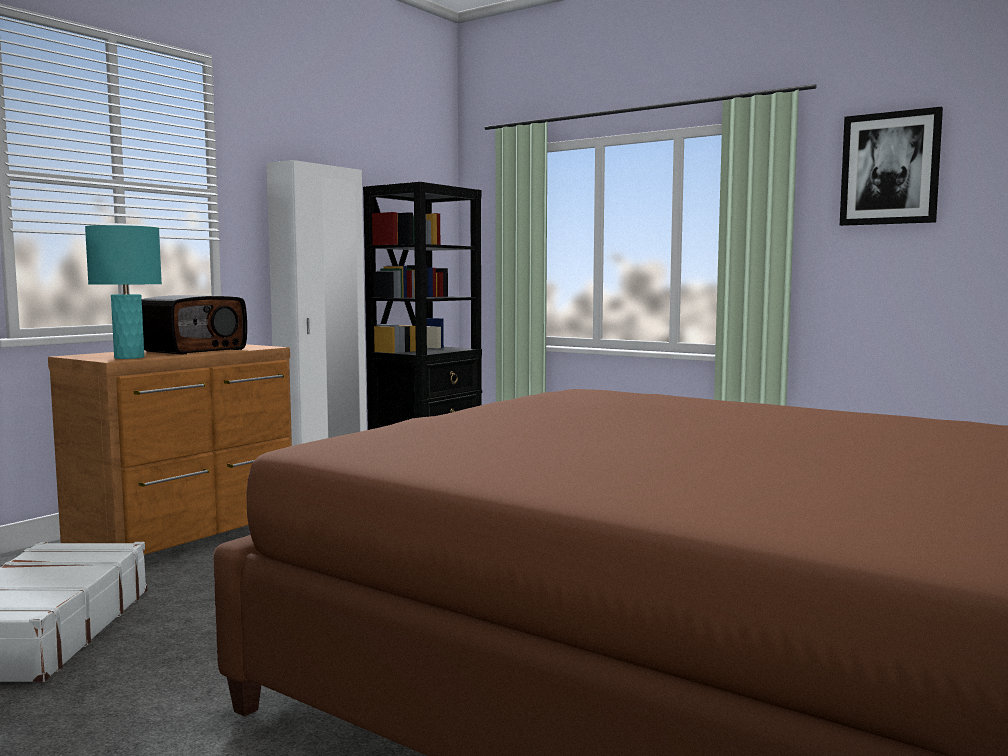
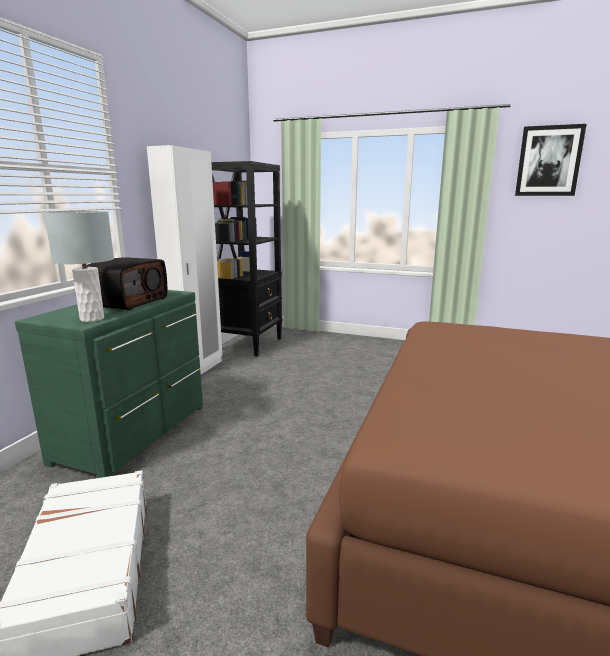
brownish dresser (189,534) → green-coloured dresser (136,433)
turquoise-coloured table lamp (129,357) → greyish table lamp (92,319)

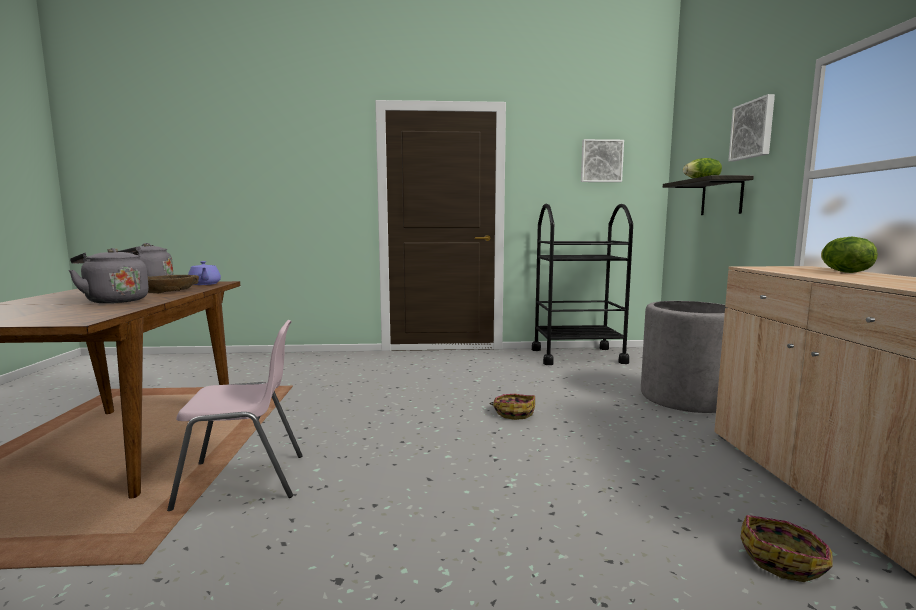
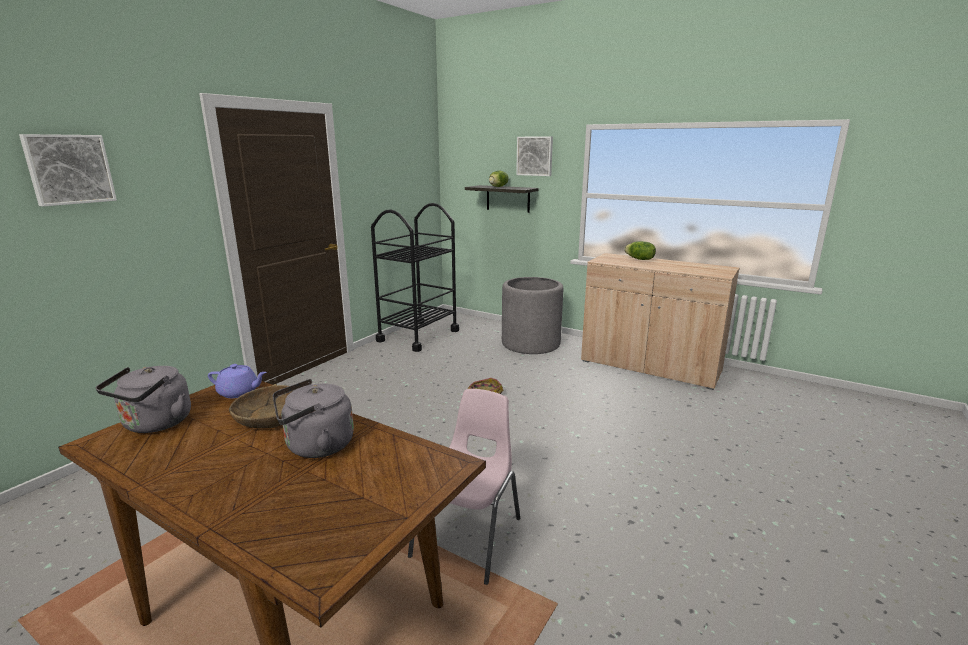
wall art (601,161) → wall art (69,169), move
basket (783,559) → -

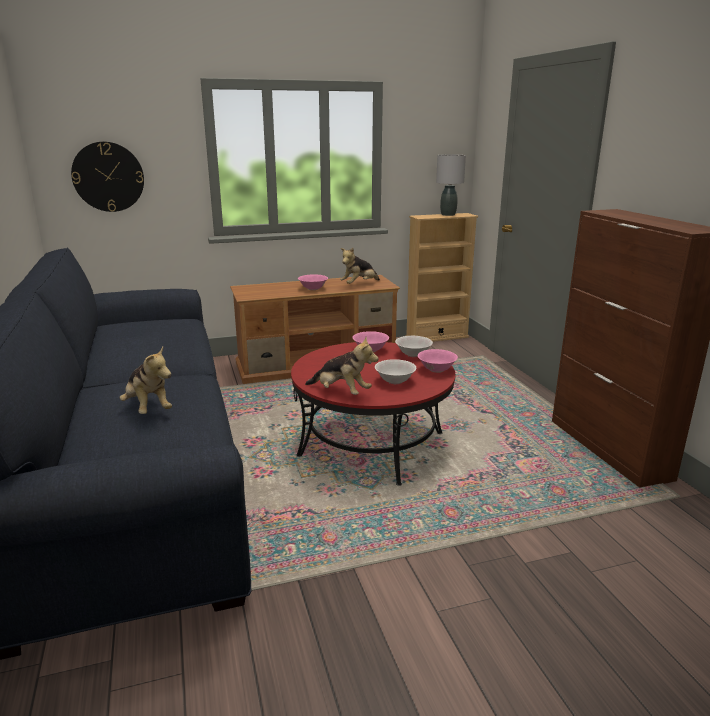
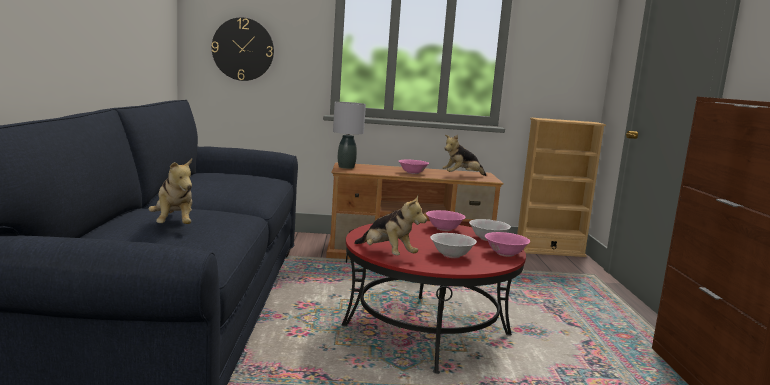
greyish table lamp (448,214) → greyish table lamp (346,167), move

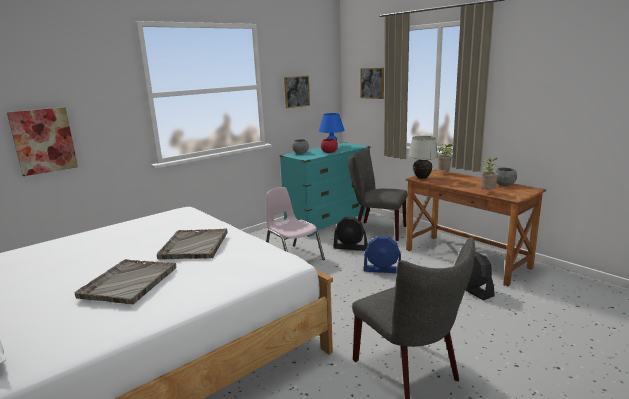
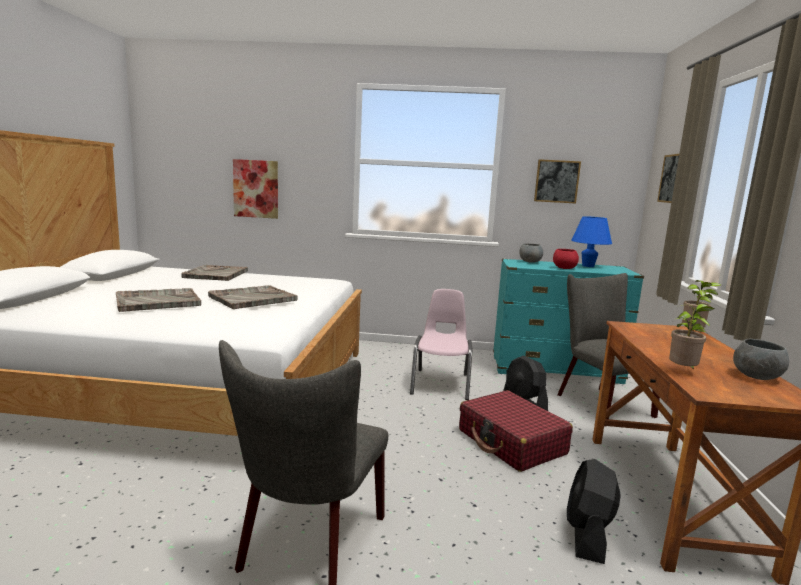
- → greyish tray (215,274)
bluish fan (382,269) → red travel case (511,442)
white table lamp (422,178) → -

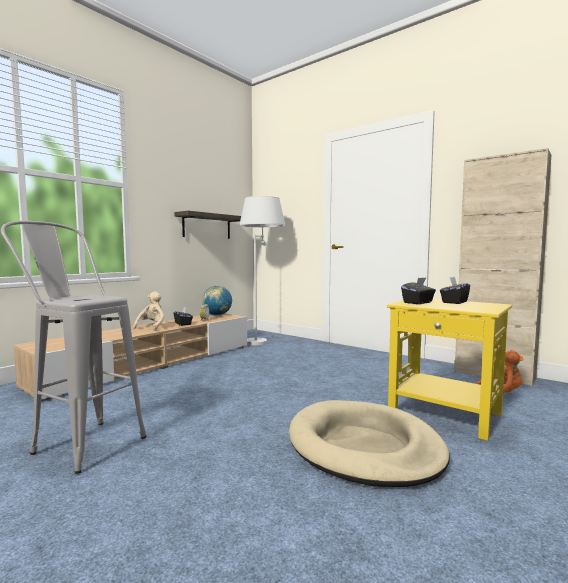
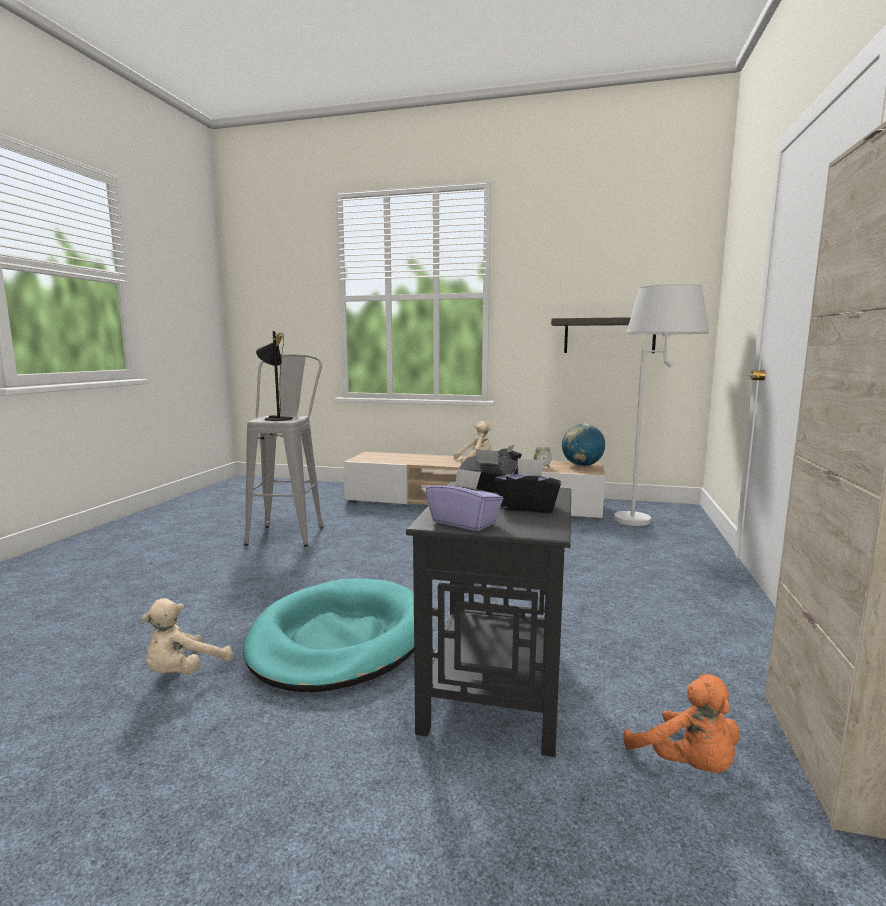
- → beige-coloured soft toy (184,673)
beige-coloured dog bed (364,447) → turquoise-coloured dog bed (339,639)
- → black table lamp (276,418)
yellow-coloured accent table (446,414) → black accent table (494,693)
- → purple tissue holder (464,522)

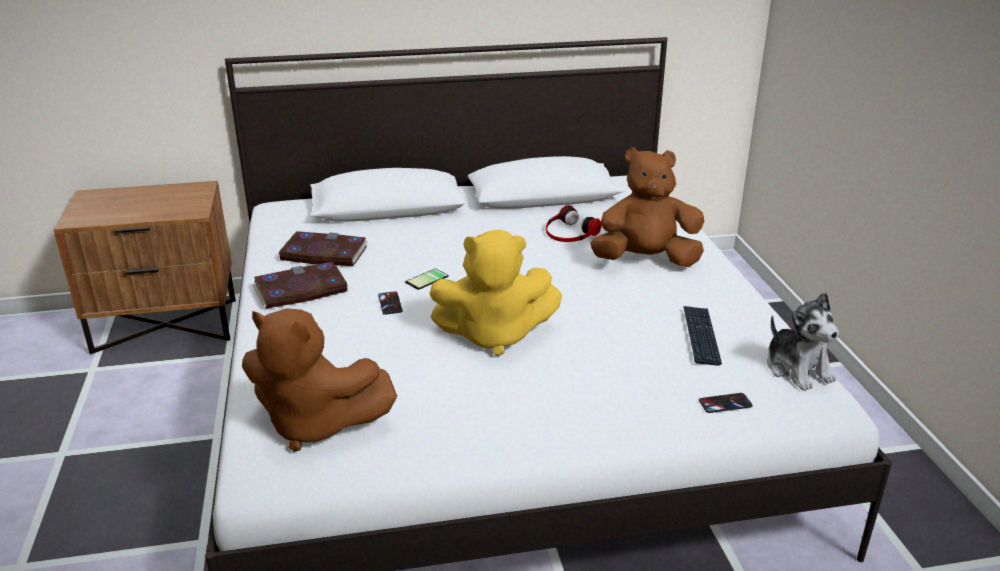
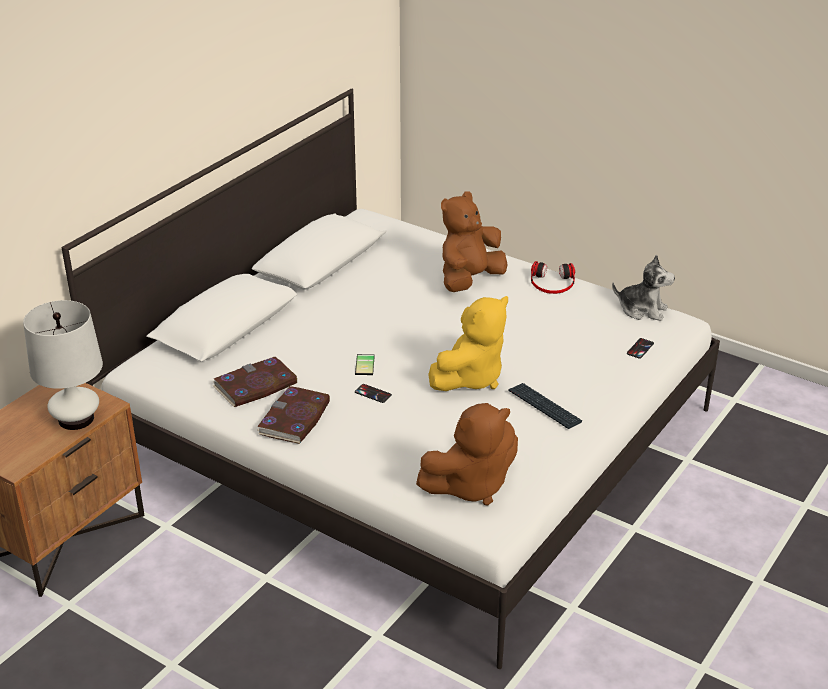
- → white table lamp (76,419)
PC keyboard (701,336) → PC keyboard (544,407), move
pair of headphones (569,232) → pair of headphones (552,283), move

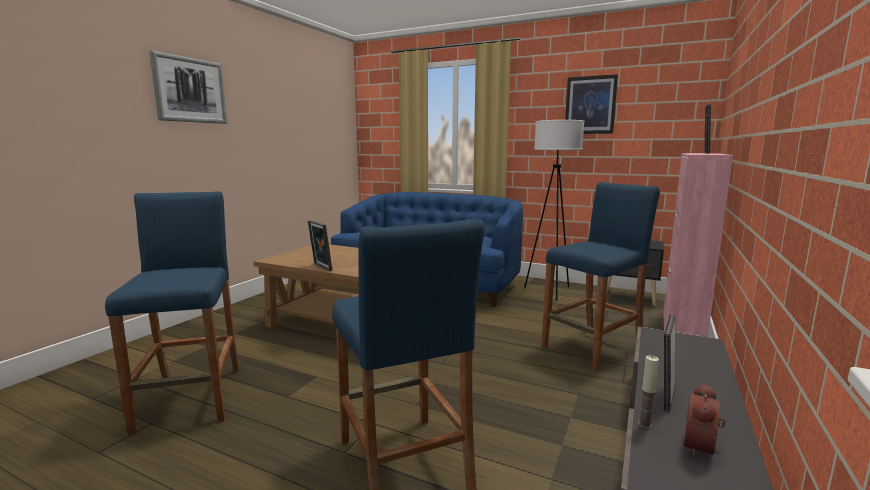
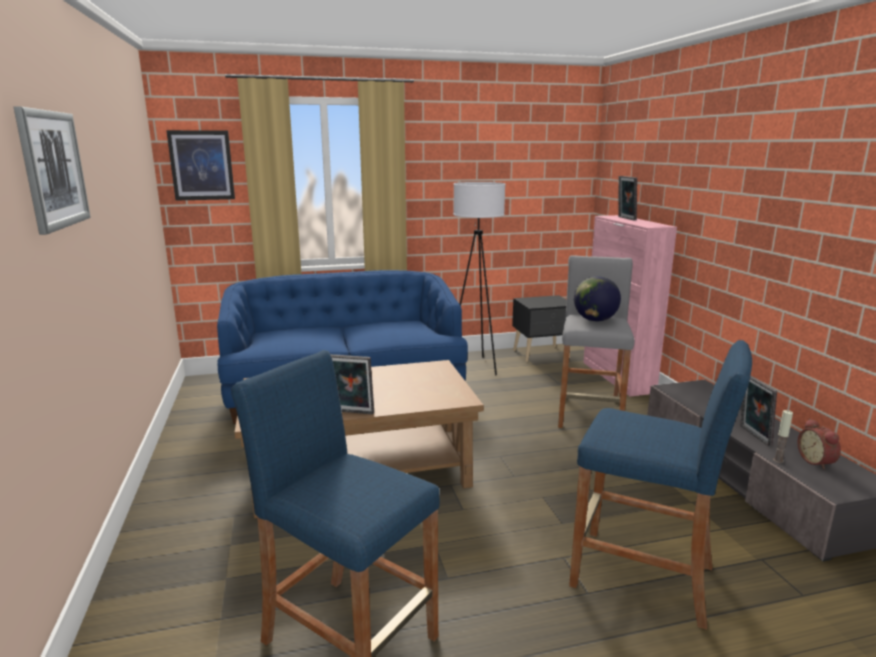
wall art (590,105) → wall art (201,165), move
bluish stool seat (592,347) → greyish stool seat (589,413)
- → desk globe (594,320)

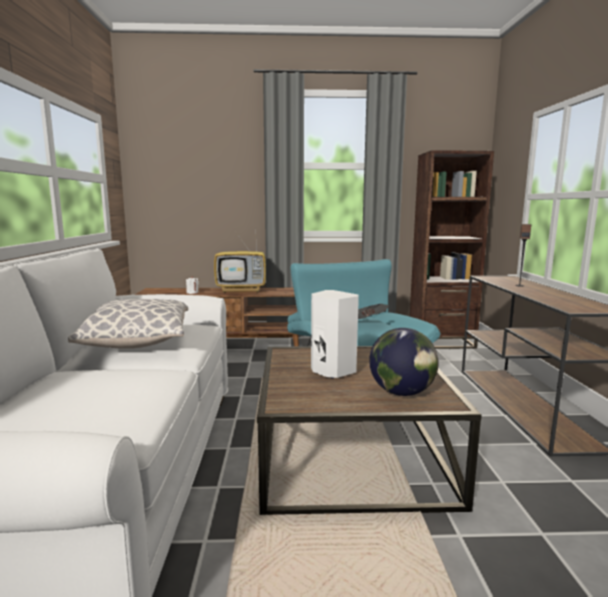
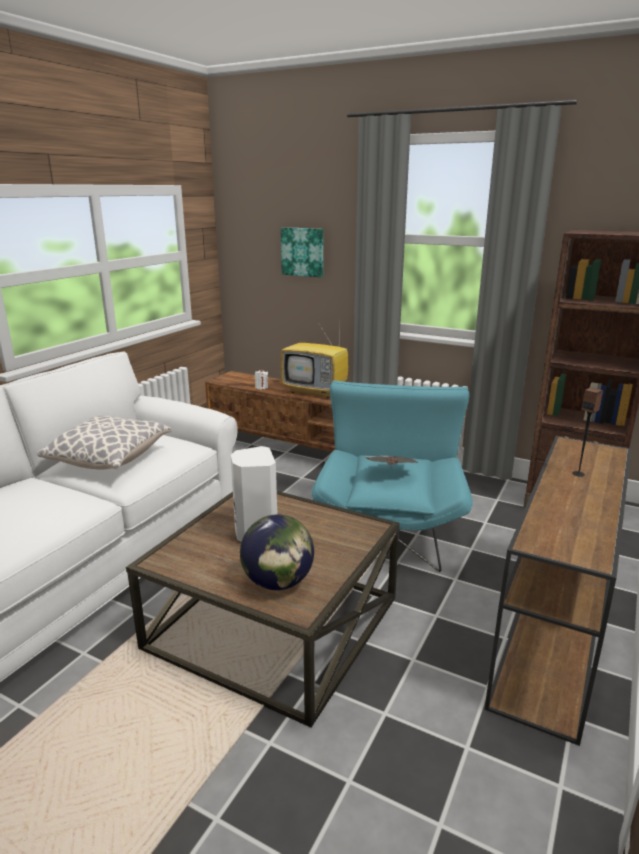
- → wall art (303,252)

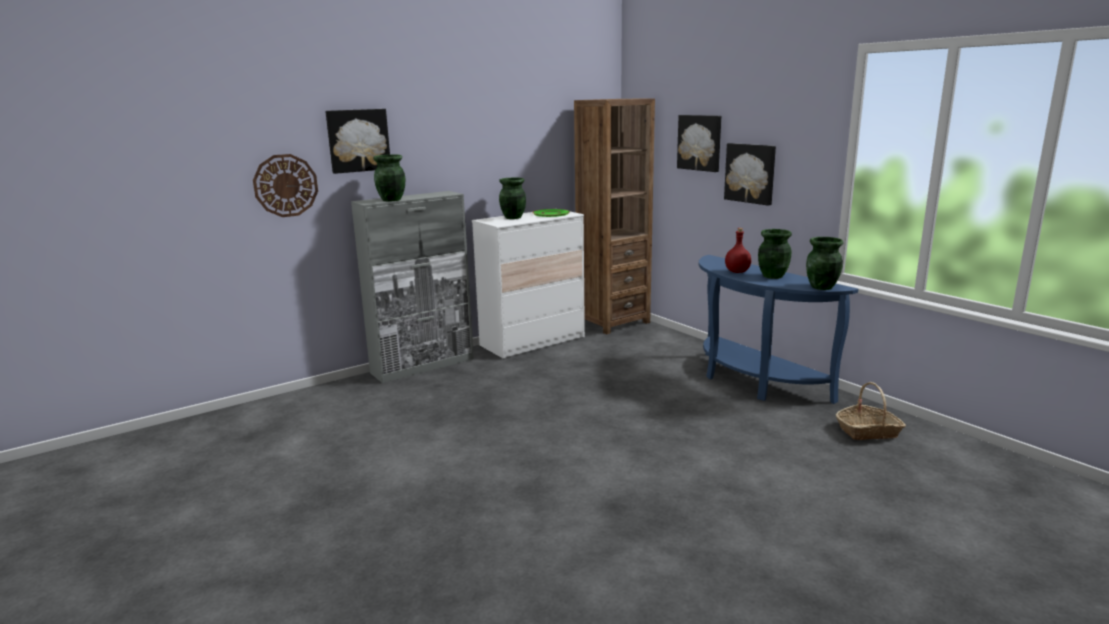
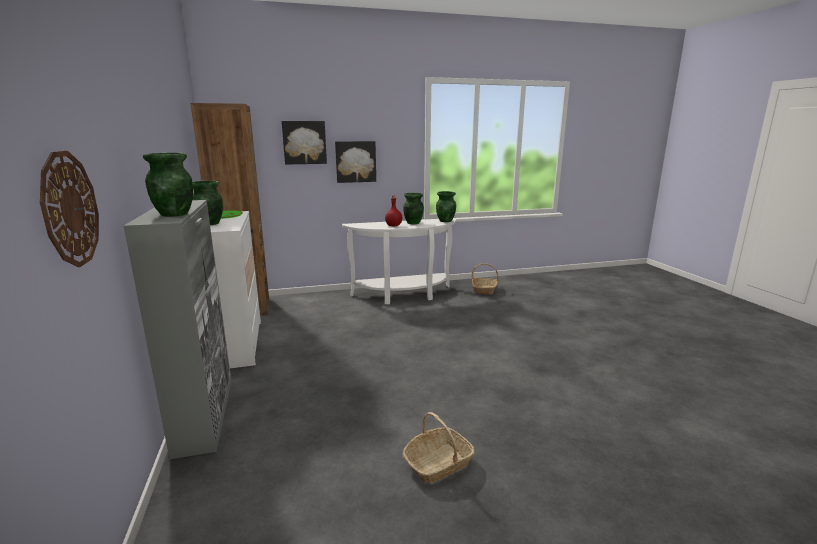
bluish console table (752,381) → white console table (404,295)
- → basket (438,463)
wall art (358,140) → -

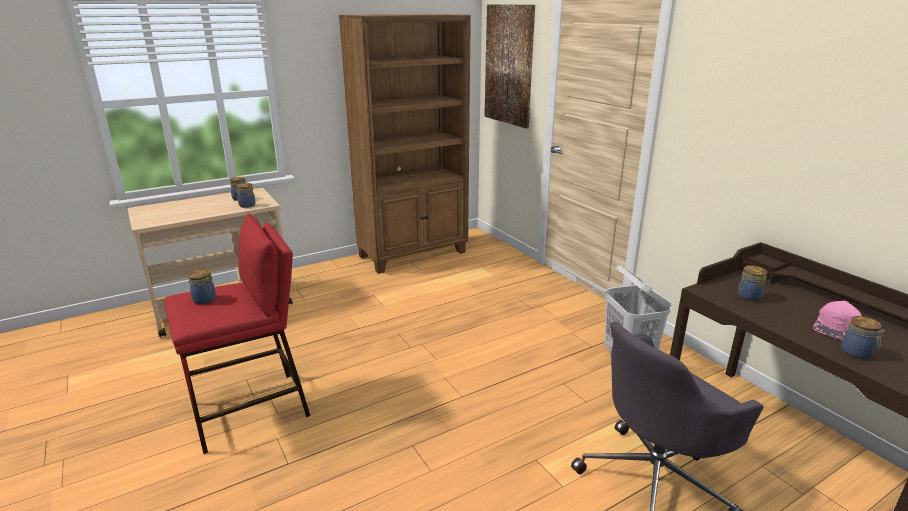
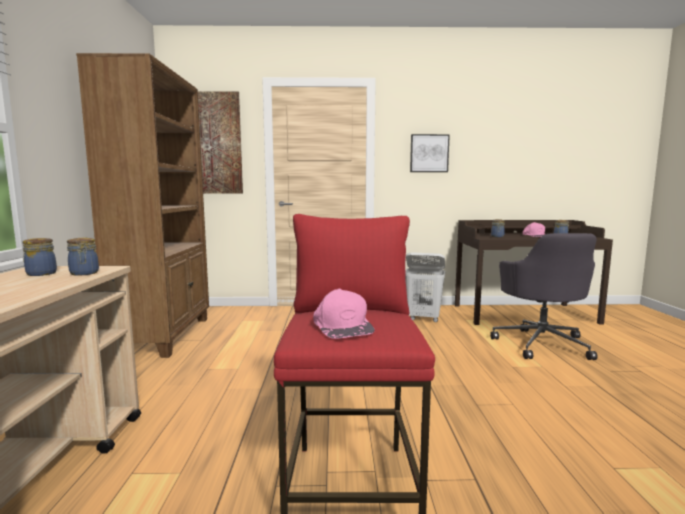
storage jar (205,300) → pink cap (342,325)
- → wall art (429,153)

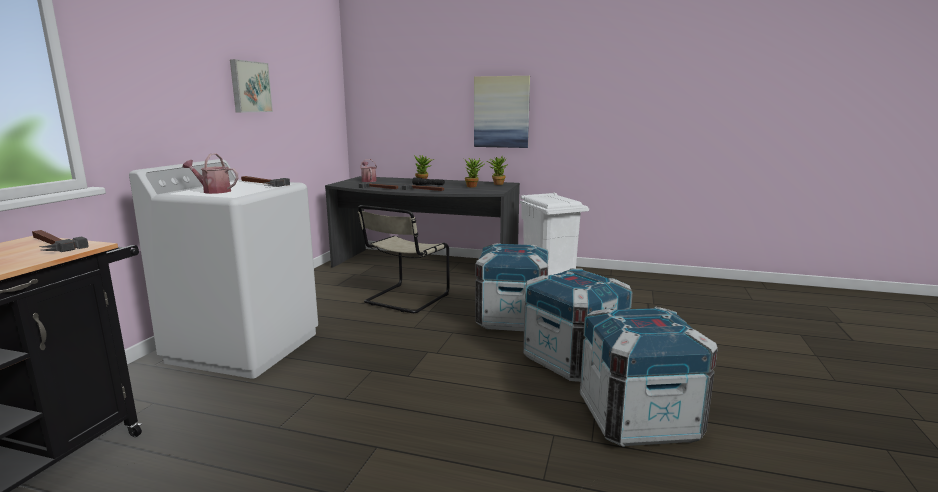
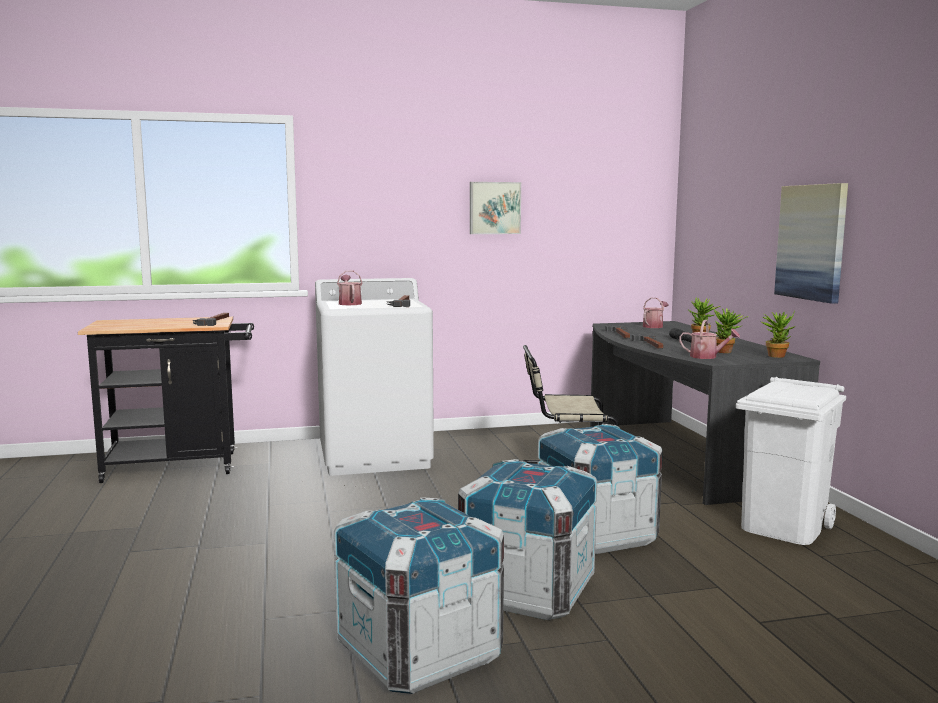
- → sprinkling can (707,357)

